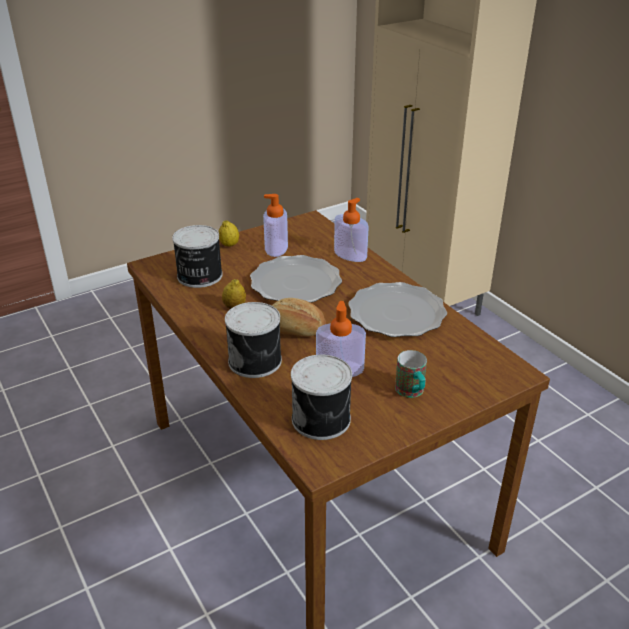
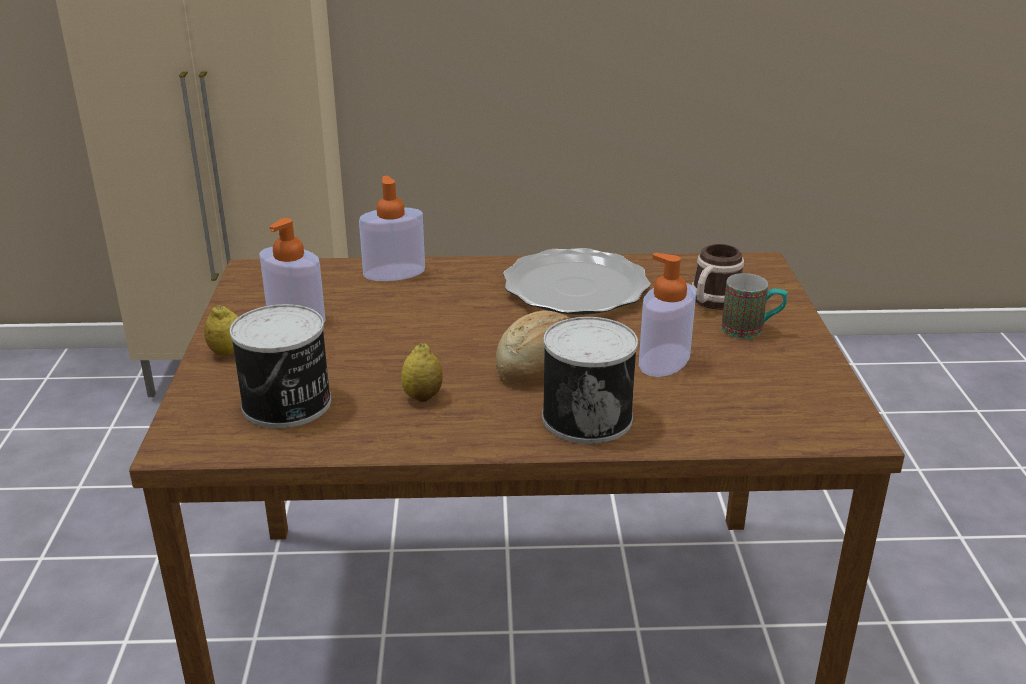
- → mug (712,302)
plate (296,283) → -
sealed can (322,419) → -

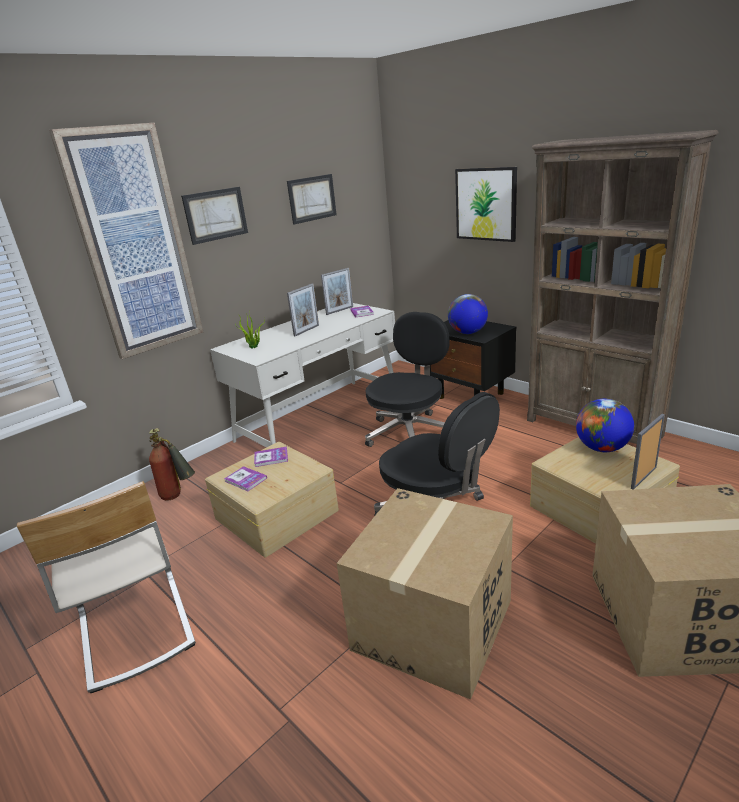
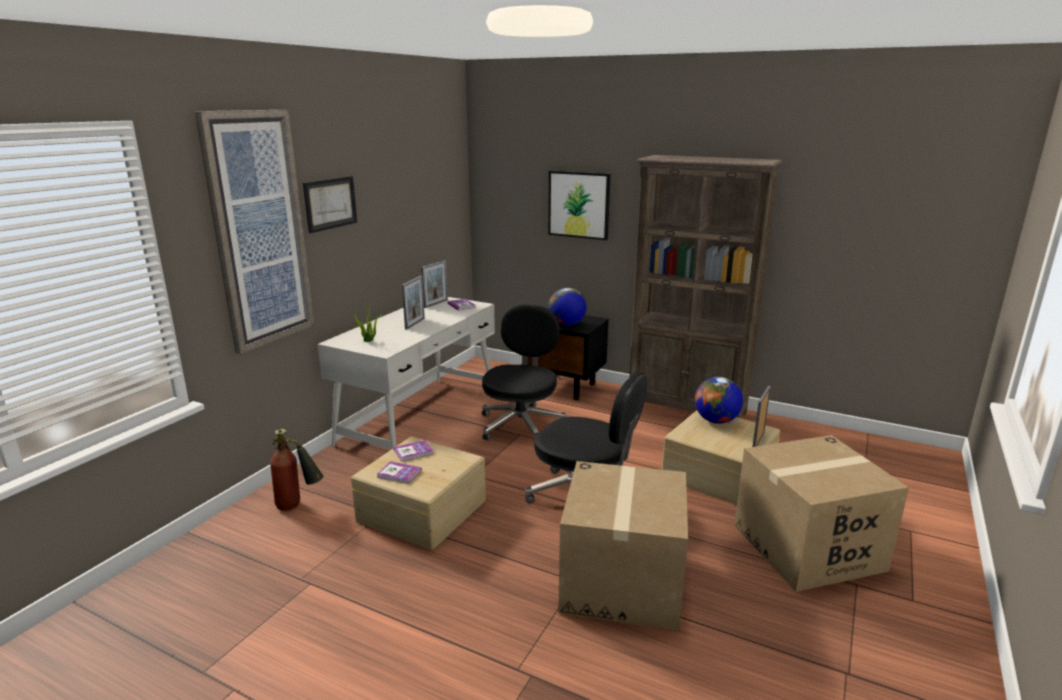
beige-coloured plain chair (134,629) → -
wall art (312,198) → -

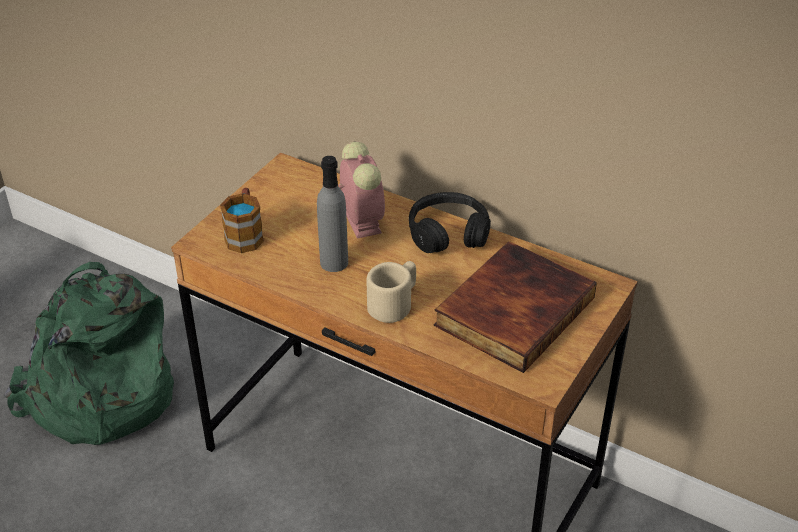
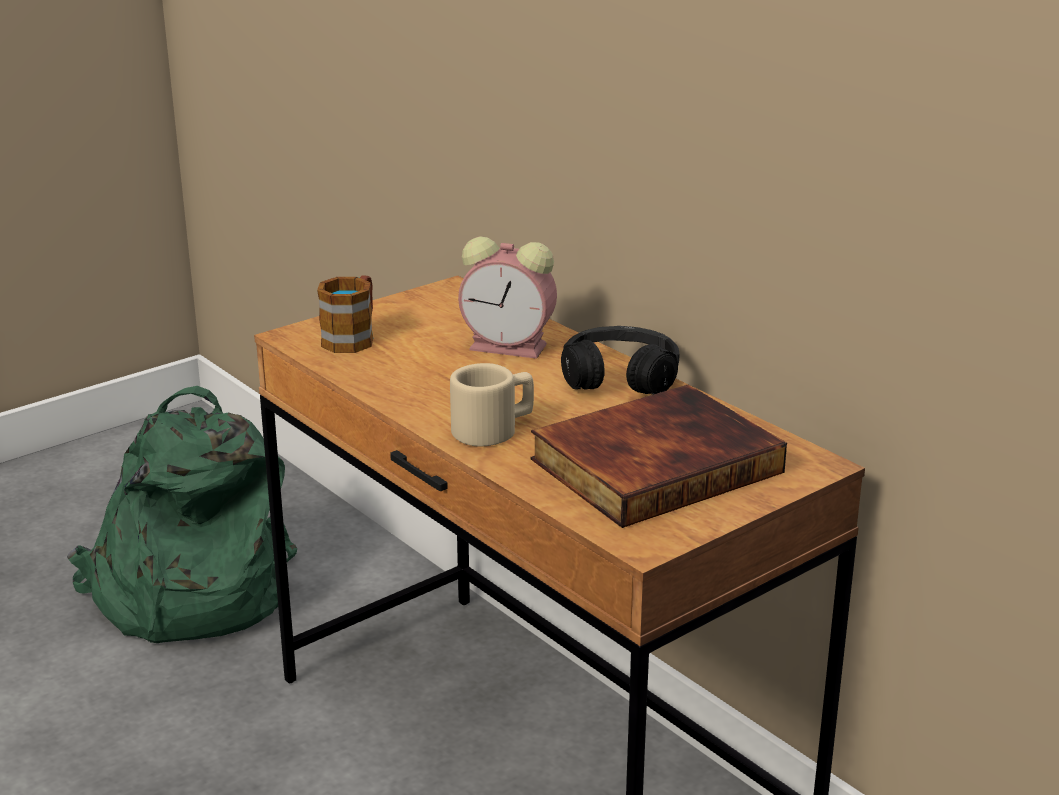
bedside clock (360,219) → bedside clock (511,347), 105 degrees clockwise
greyish drink bottle (334,262) → -

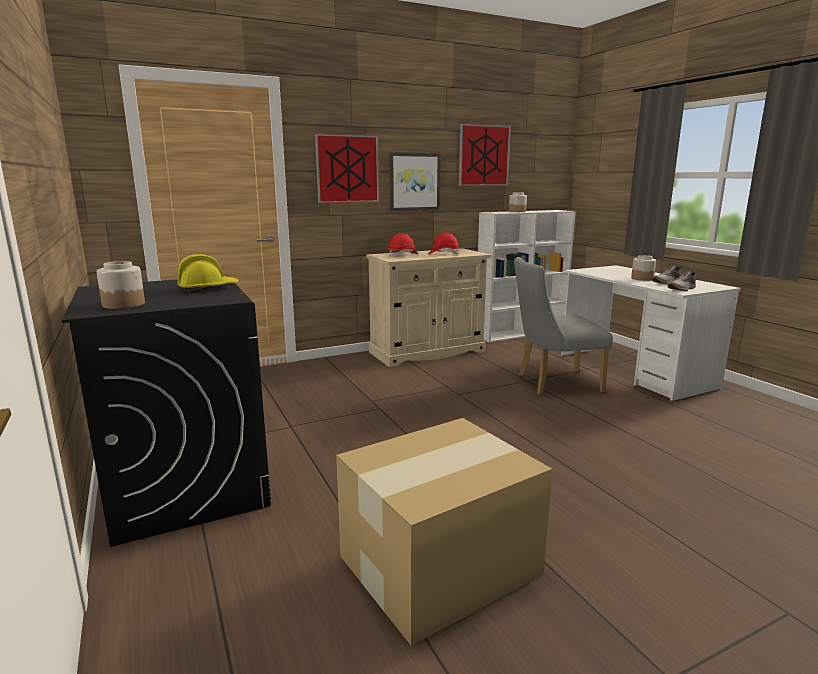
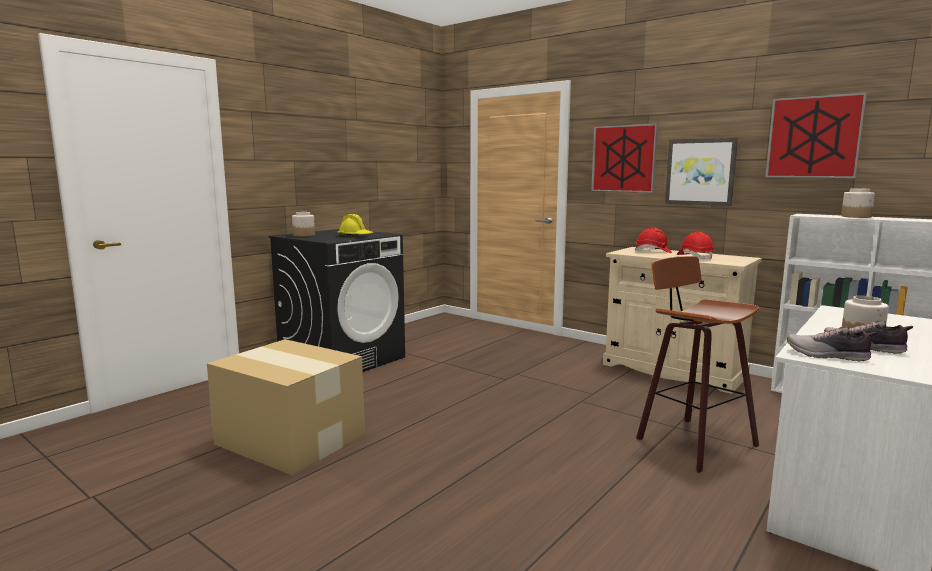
greyish plain chair (553,383) → stool seat (691,441)

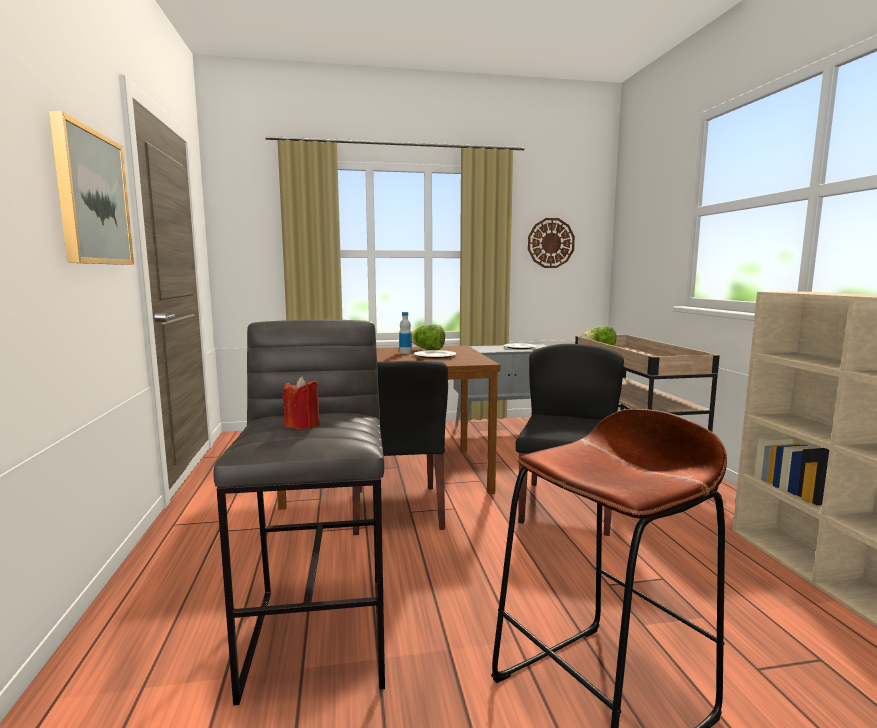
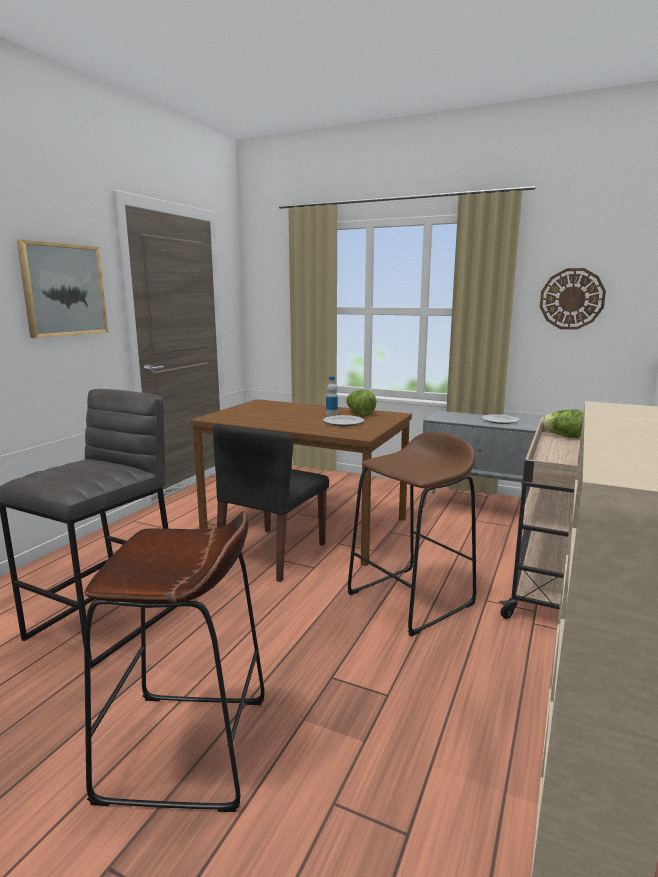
black plain chair (566,506) → brownish stool seat (411,599)
red wax light (303,425) → -

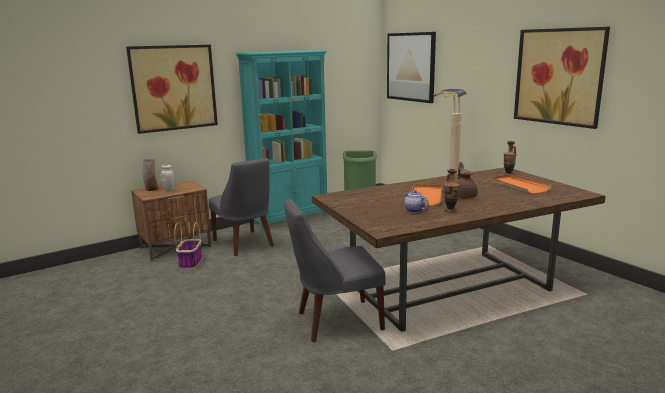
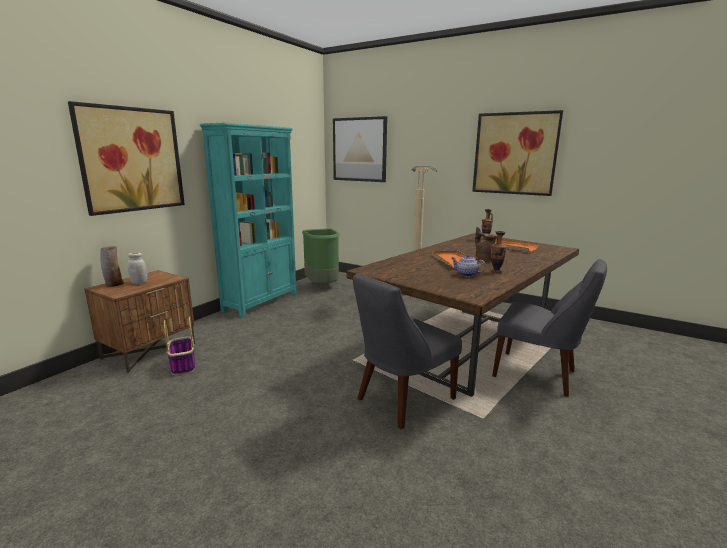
greyish plain chair (245,244) → greyish plain chair (538,374), move

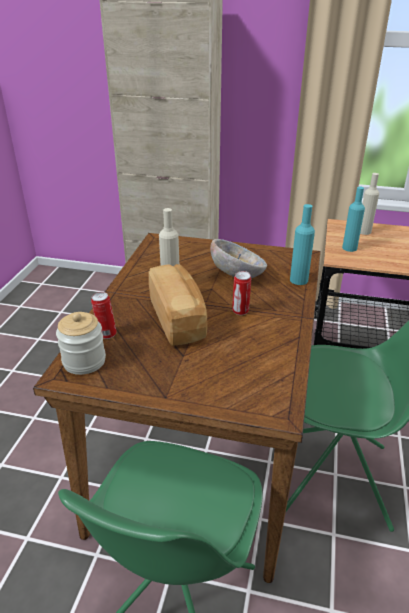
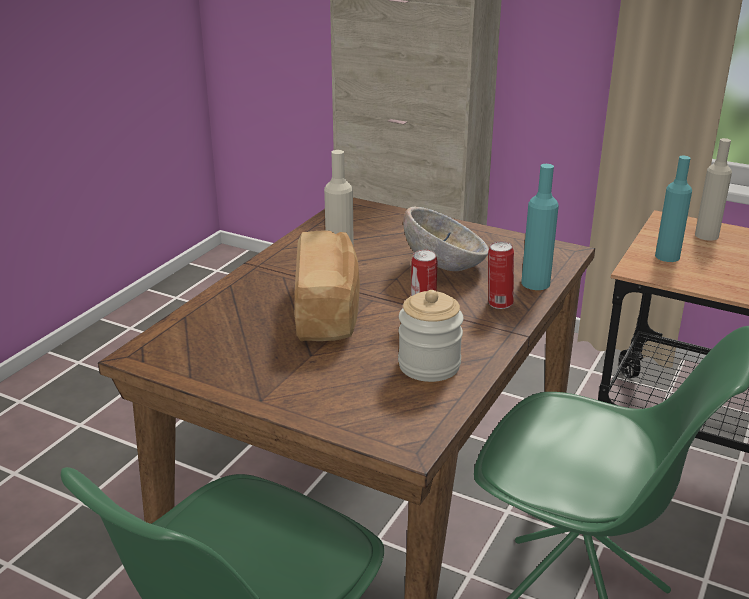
storage jar (84,361) → storage jar (429,365), move
sealed can (106,334) → sealed can (498,304), move

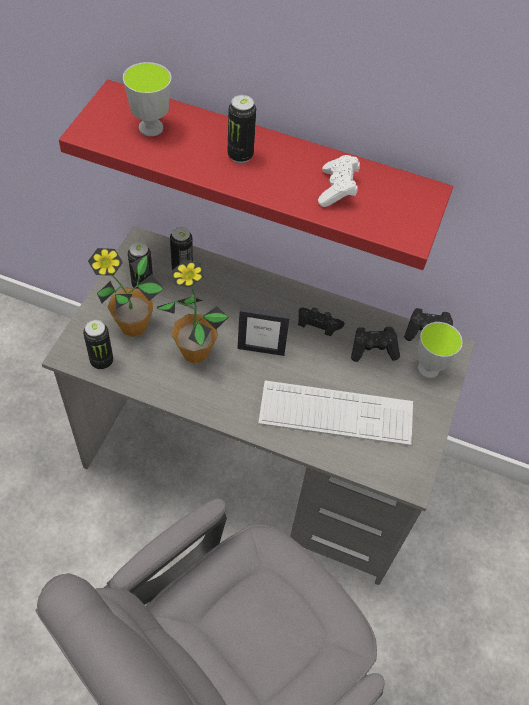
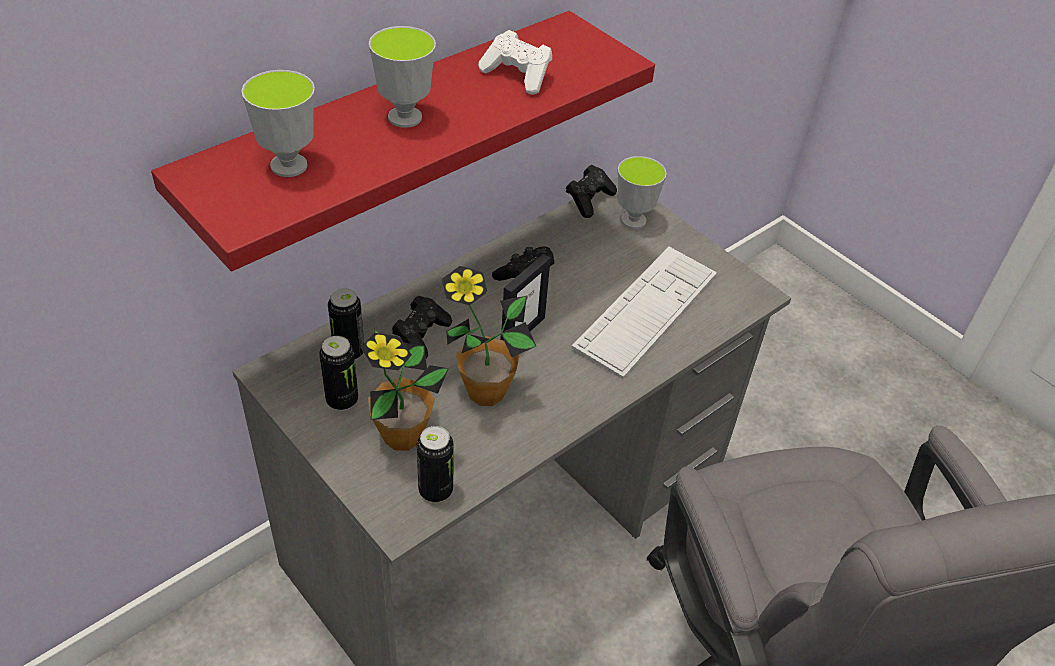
sealed can (240,155) → drinking cup (405,117)
black game controller (373,350) → black game controller (421,336), move

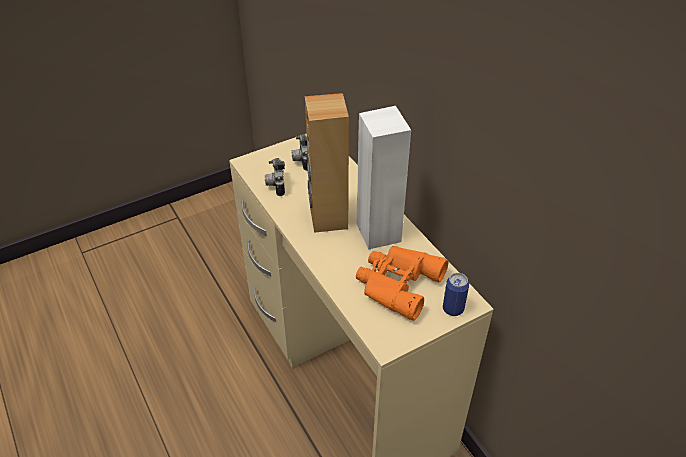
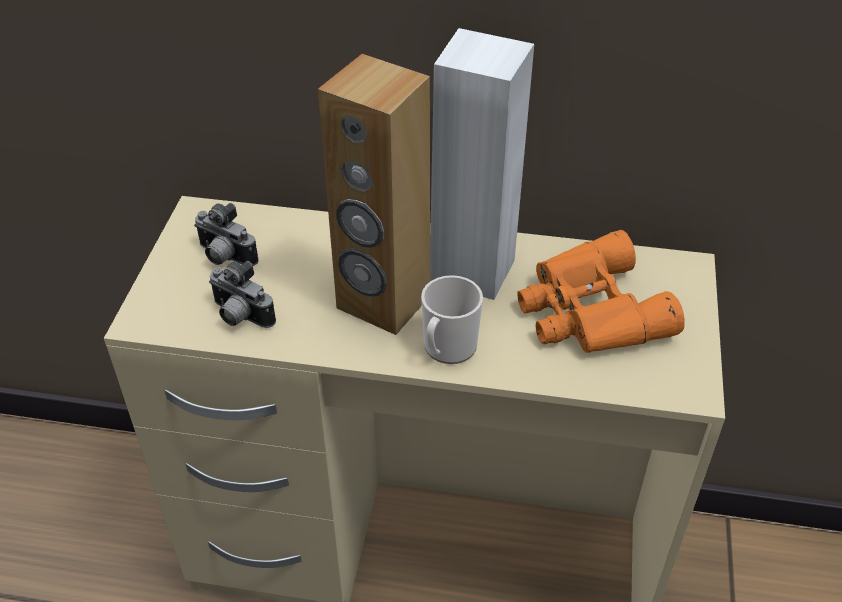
- → mug (447,349)
sealed can (453,309) → -

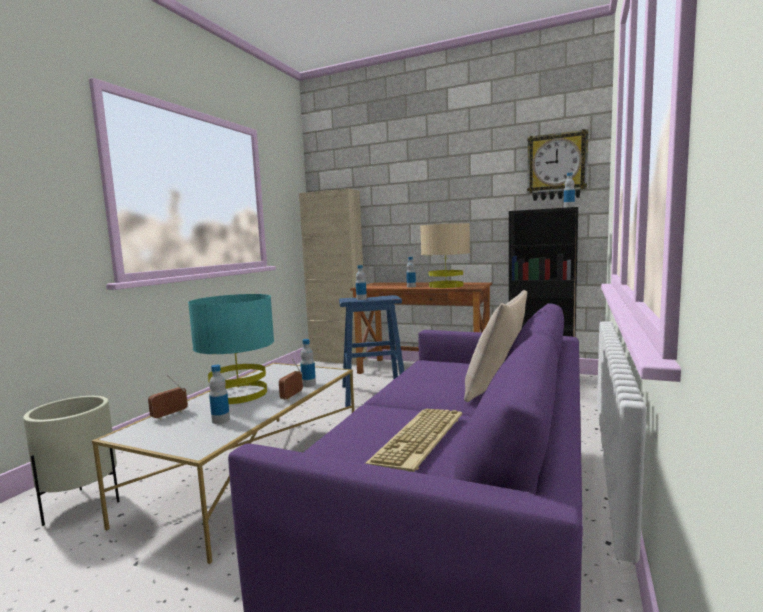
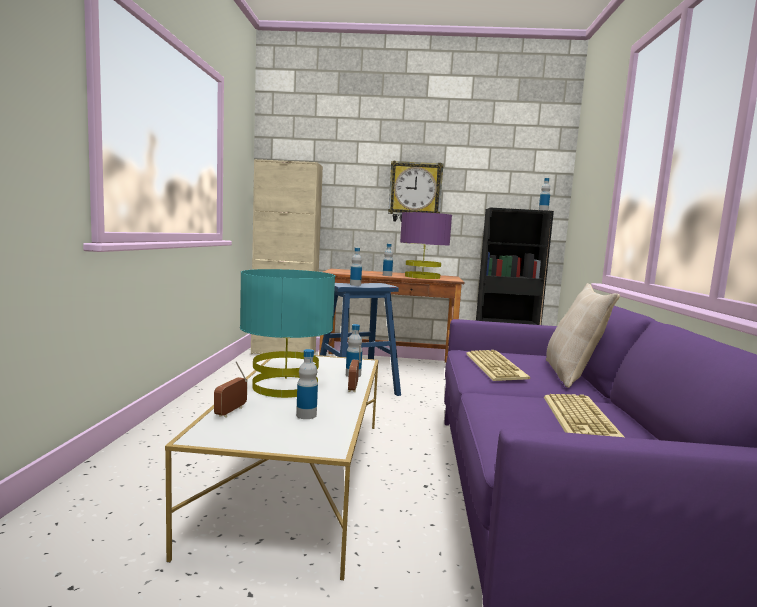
clock on the wall (557,167) → clock on the wall (415,192), move
beige-coloured table lamp (445,286) → purple table lamp (422,277)
- → PC keyboard (496,367)
beige-coloured plant pot (81,504) → -

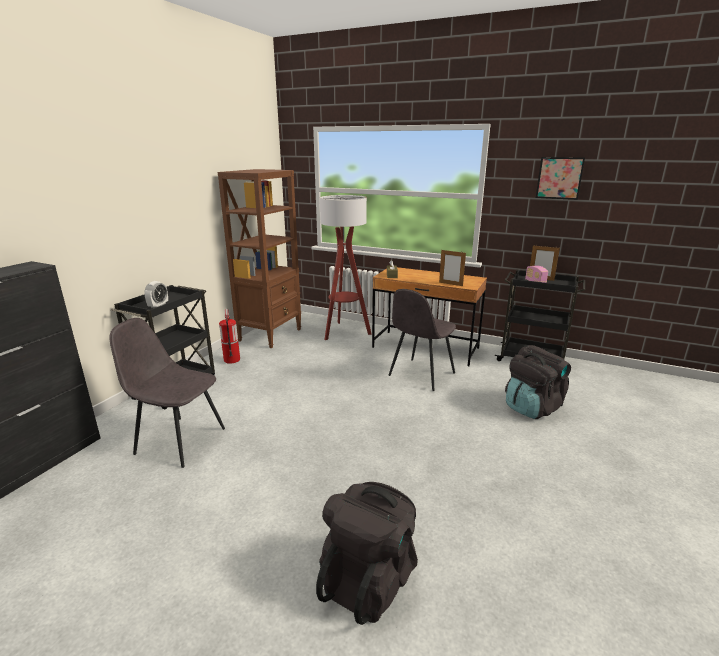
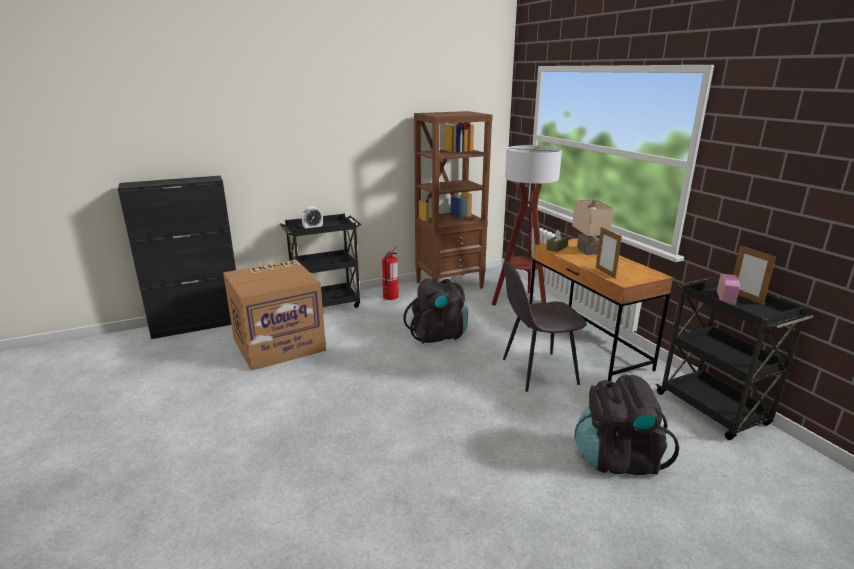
greyish plain chair (179,440) → cardboard box (279,343)
black knapsack (369,579) → black knapsack (438,334), move
- → beige-coloured table lamp (586,251)
wall art (559,178) → -

